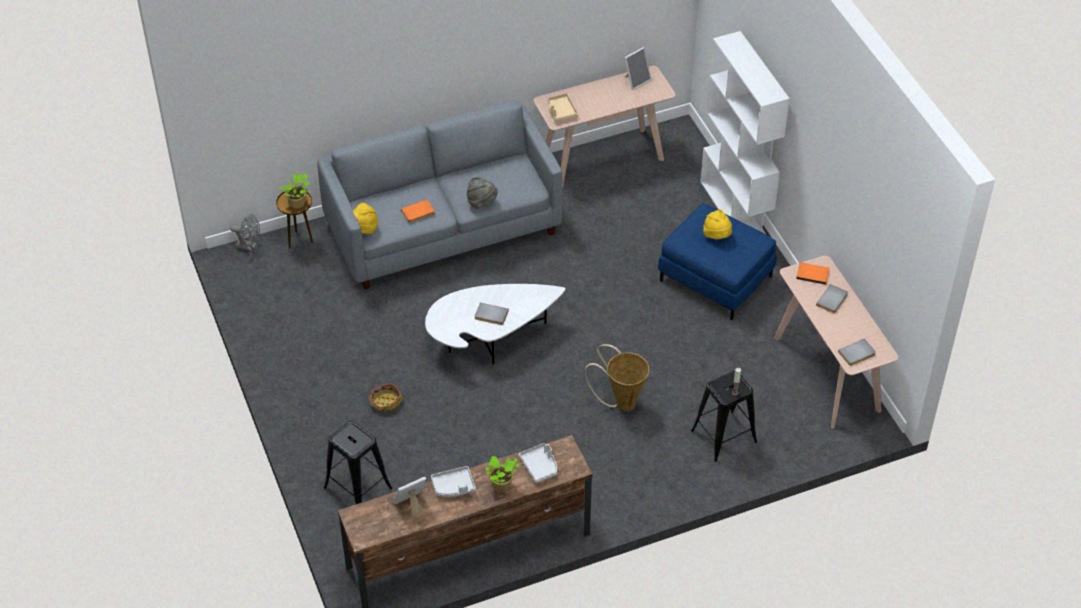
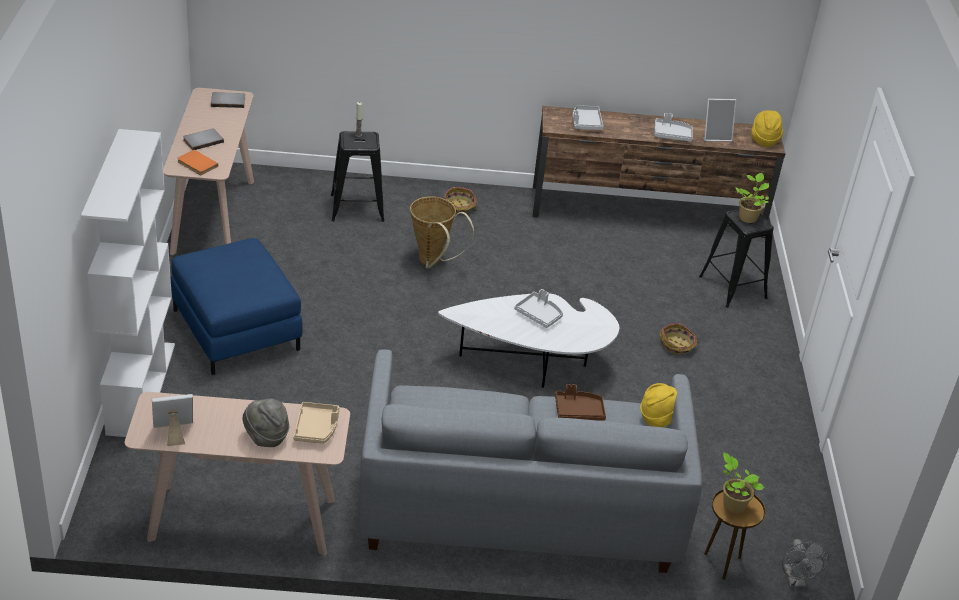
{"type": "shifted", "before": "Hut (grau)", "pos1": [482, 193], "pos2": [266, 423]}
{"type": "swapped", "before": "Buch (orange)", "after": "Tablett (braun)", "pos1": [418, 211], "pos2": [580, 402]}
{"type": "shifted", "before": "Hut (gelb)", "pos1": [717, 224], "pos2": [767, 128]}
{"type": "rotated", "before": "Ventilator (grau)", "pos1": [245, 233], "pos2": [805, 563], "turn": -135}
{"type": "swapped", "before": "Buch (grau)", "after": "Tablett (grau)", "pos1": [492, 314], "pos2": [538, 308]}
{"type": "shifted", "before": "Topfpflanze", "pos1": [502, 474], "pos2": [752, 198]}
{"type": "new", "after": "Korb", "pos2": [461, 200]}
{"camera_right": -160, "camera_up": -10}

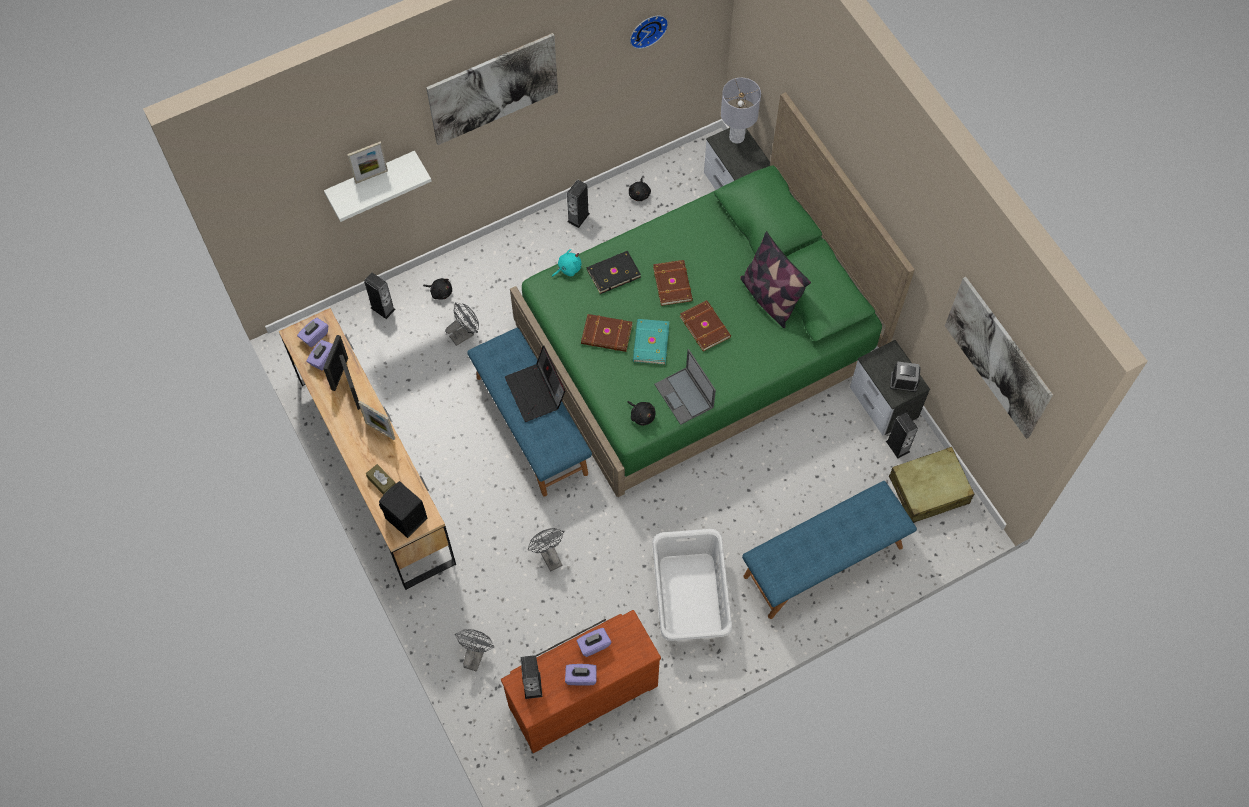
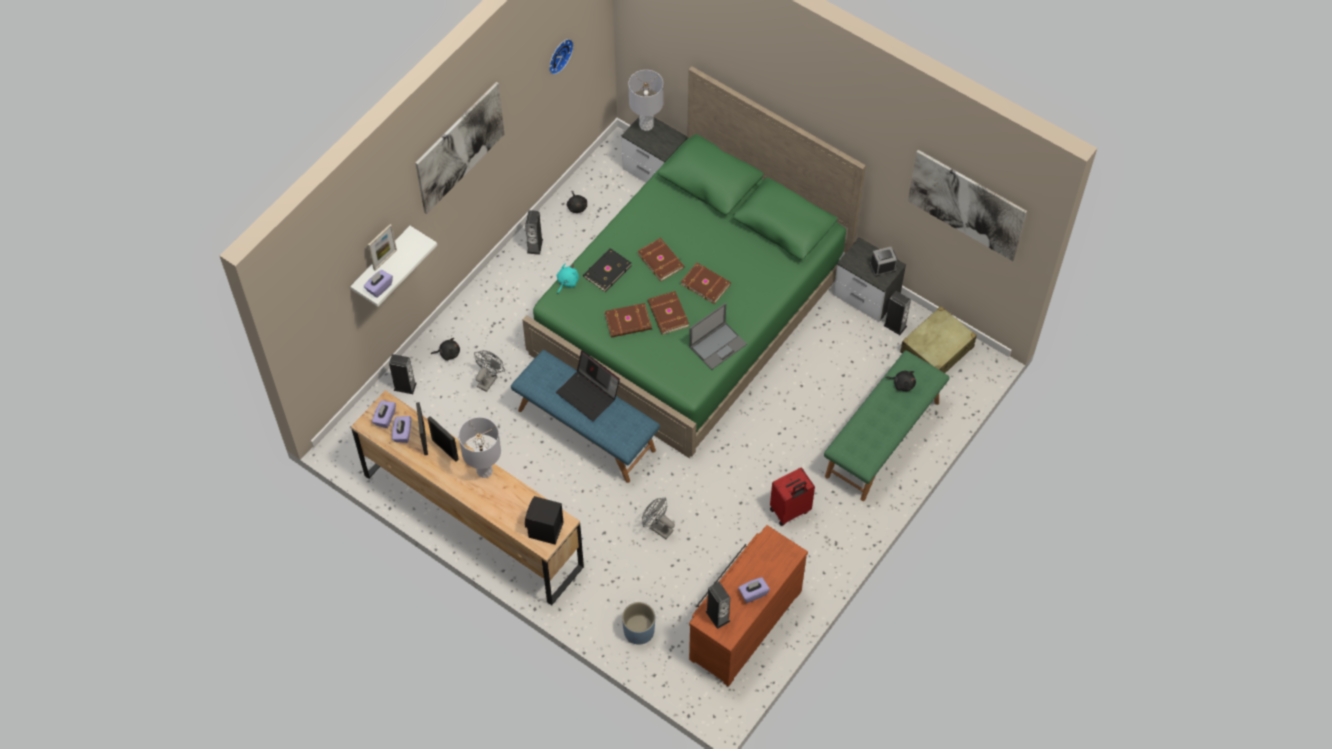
{"type": "gone", "before": "Kissen", "pos1": [775, 279]}
{"type": "repainted", "before": "Buch (türkis)", "after": "Buch (braun)", "pos1": [651, 342], "pos2": [668, 313]}
{"type": "rotated", "before": "Laptop", "pos1": [685, 387], "pos2": [718, 336], "turn": -75}
{"type": "swapped", "before": "Bilderrahmen", "after": "Tischlampe (grau)", "pos1": [376, 420], "pos2": [480, 447]}
{"type": "shifted", "before": "Plüschtier (schwarz)", "pos1": [642, 413], "pos2": [900, 381]}
{"type": "gone", "before": "Taschentuchbox (braun)", "pos1": [381, 479]}
{"type": "repainted", "before": "Bank (blau)", "after": "Bank (grün)", "pos1": [829, 550], "pos2": [887, 425]}
{"type": "swapped", "before": "Wäschekorb (weiß)", "after": "Koffer (rot)", "pos1": [692, 585], "pos2": [792, 497]}
{"type": "shifted", "before": "Taschentuchbox (lila)", "pos1": [594, 642], "pos2": [378, 284]}
{"type": "swapped", "before": "Ventilator (grau)", "after": "Pflanzkübel (blau)", "pos1": [474, 650], "pos2": [638, 623]}
{"camera_right": -25, "camera_up": -5}

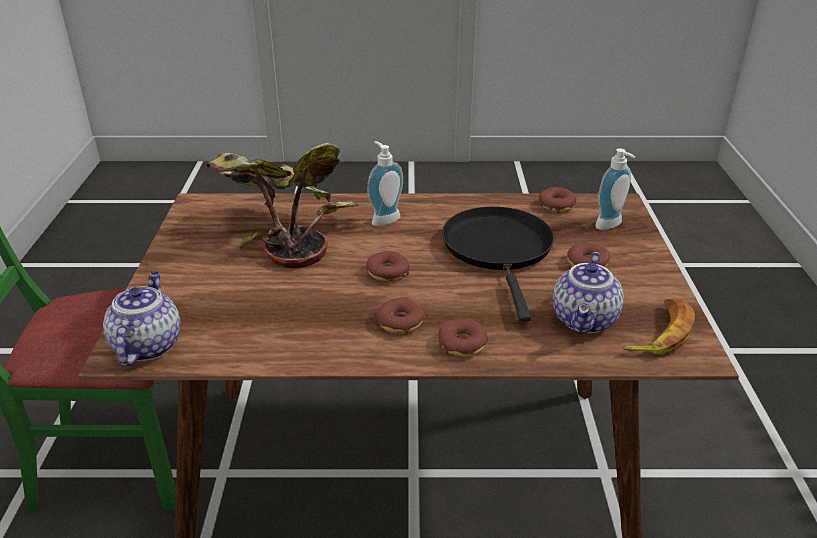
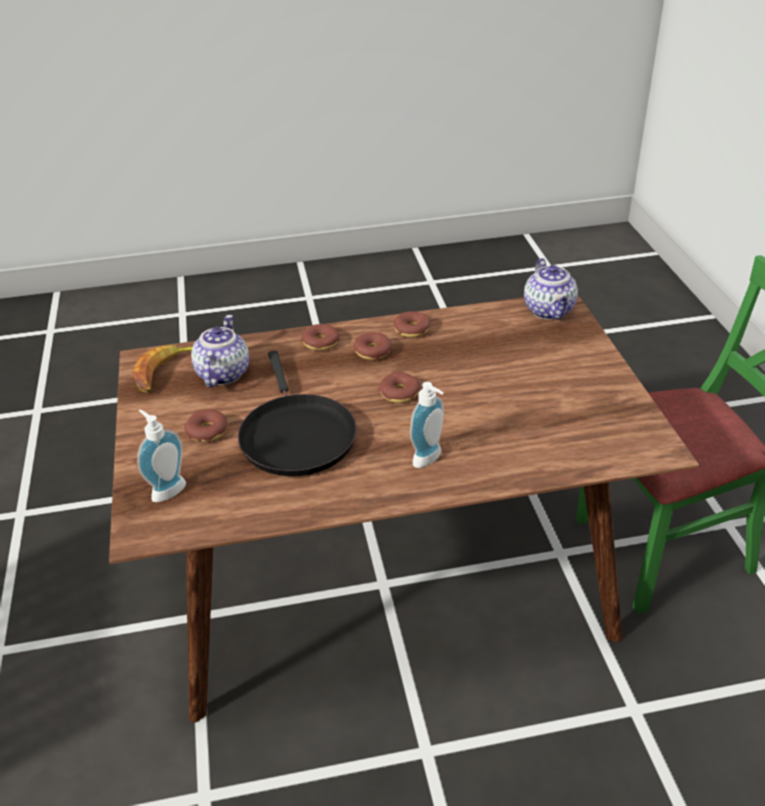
{"type": "gone", "before": "Topfpflanze", "pos1": [281, 205]}
{"type": "shifted", "before": "Donut", "pos1": [557, 200], "pos2": [412, 324]}
{"camera_right": 170, "camera_up": 5}

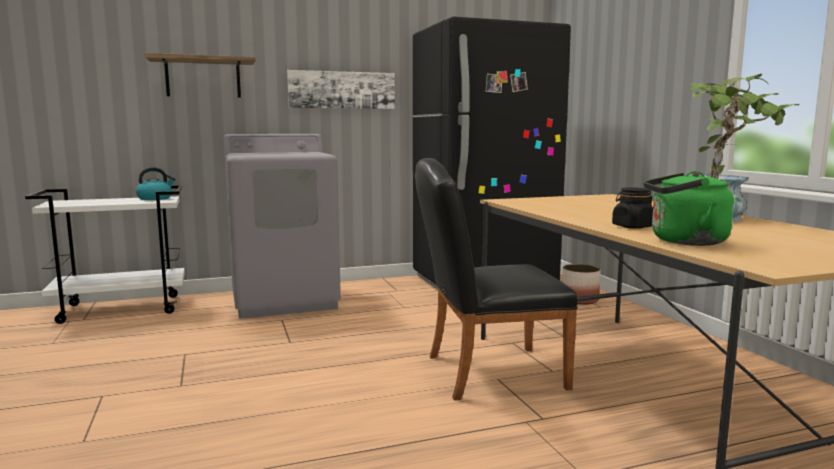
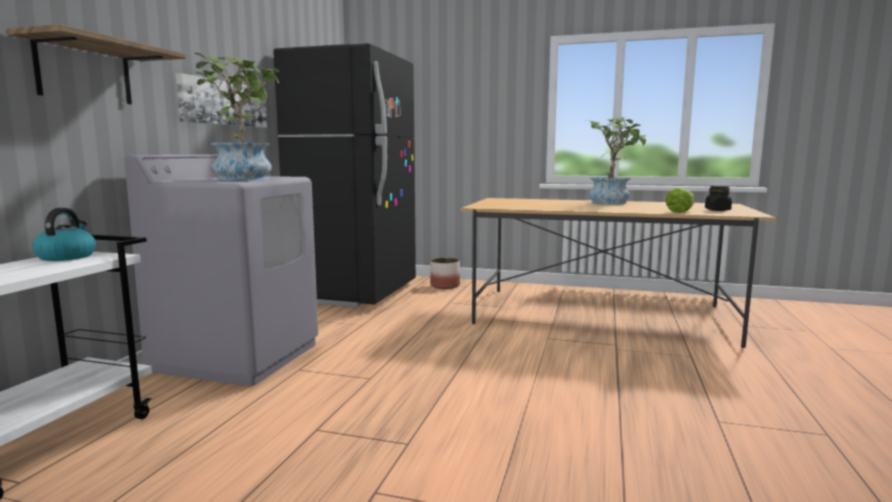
{"type": "gone", "before": "Stuhl (schwarz)", "pos1": [496, 279]}
{"type": "swapped", "before": "Wasserkessel (grün)", "after": "Salatkopf", "pos1": [689, 208], "pos2": [679, 200]}
{"type": "shifted", "before": "Vorratsglas (schwarz)", "pos1": [632, 208], "pos2": [718, 198]}
{"type": "new", "after": "Topfpflanze", "pos2": [236, 117]}
{"camera_right": -55, "camera_up": 0}

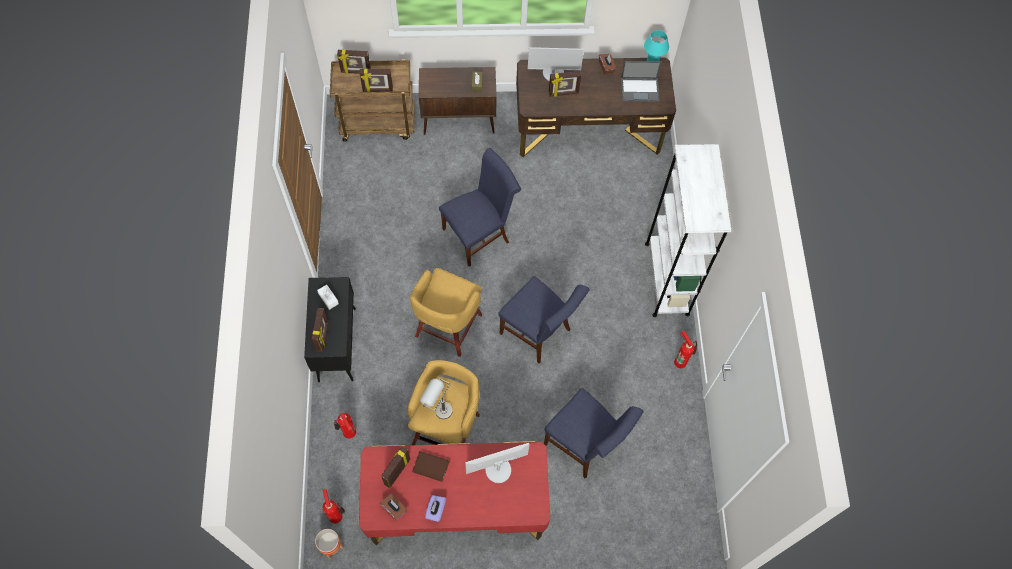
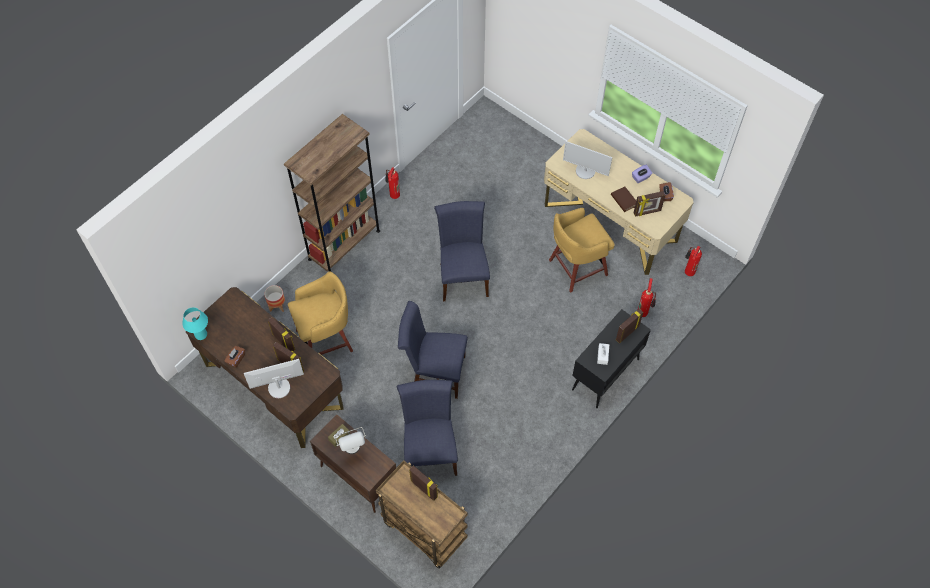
{"type": "rotated", "before": "Monitor", "pos1": [556, 64], "pos2": [274, 378], "turn": -60}
{"type": "shifted", "before": "Bilderrahmen", "pos1": [354, 62], "pos2": [281, 334]}
{"type": "gone", "before": "Laptop", "pos1": [641, 81]}
{"type": "repainted", "before": "Bücherregal (weiß)", "after": "Bücherregal (braun)", "pos1": [688, 230], "pos2": [332, 193]}
{"type": "shifted", "before": "Hocker (gelb)", "pos1": [446, 312], "pos2": [320, 313]}
{"type": "shifted", "before": "Tischlampe (grau)", "pos1": [436, 398], "pos2": [350, 440]}
{"type": "shifted", "before": "Stuhl (blau)", "pos1": [594, 433], "pos2": [427, 428]}
{"type": "repainted", "before": "Schreibtisch (rot)", "after": "Schreibtisch (beige)", "pos1": [454, 493], "pos2": [618, 202]}
{"type": "shifted", "before": "Pflanzkübel", "pos1": [329, 544], "pos2": [274, 298]}
{"camera_right": -135, "camera_up": -5}

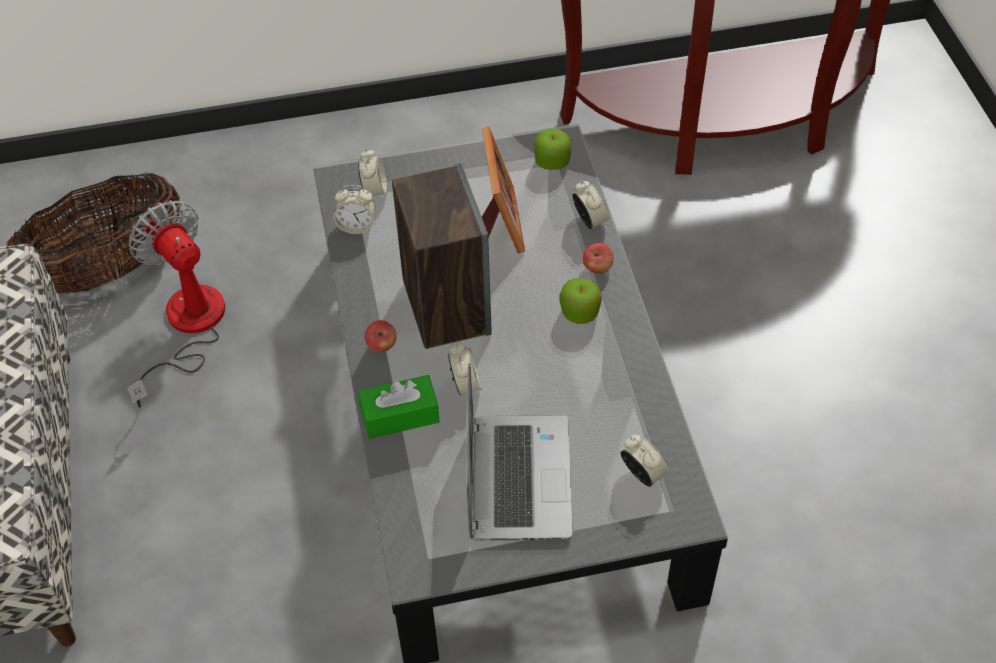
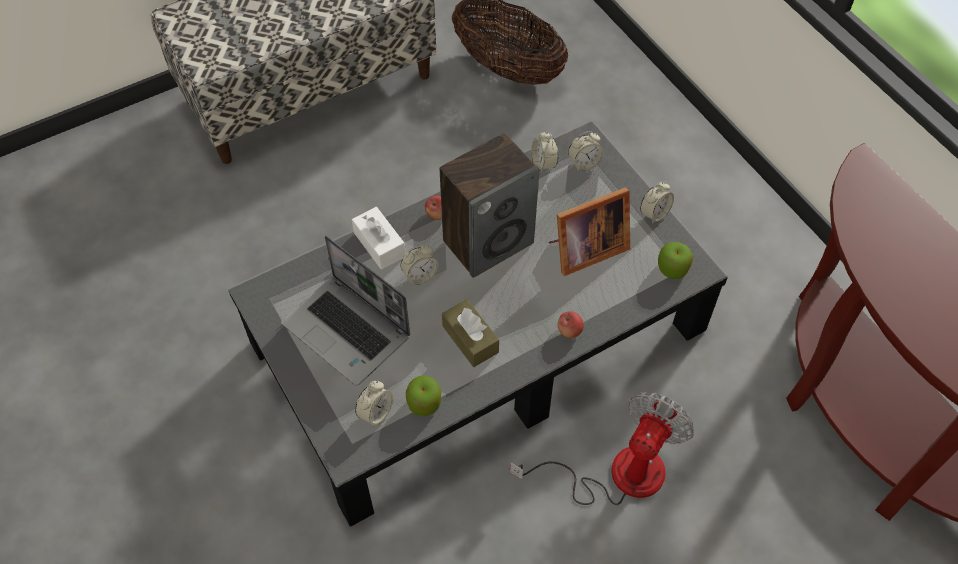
{"type": "shifted", "before": "Wecker", "pos1": [591, 205], "pos2": [657, 202]}
{"type": "shifted", "before": "Ventilator", "pos1": [176, 304], "pos2": [602, 448]}
{"type": "shifted", "before": "Apfel", "pos1": [580, 301], "pos2": [423, 396]}
{"type": "rotated", "before": "Laptop", "pos1": [519, 452], "pos2": [345, 310], "turn": 60}
{"type": "repainted", "before": "Taschentuchbox (grün)", "after": "Taschentuchbox (weiß)", "pos1": [398, 407], "pos2": [378, 238]}
{"type": "new", "after": "Taschentuchbox (braun)", "pos2": [470, 333]}
{"camera_right": 70, "camera_up": 5}

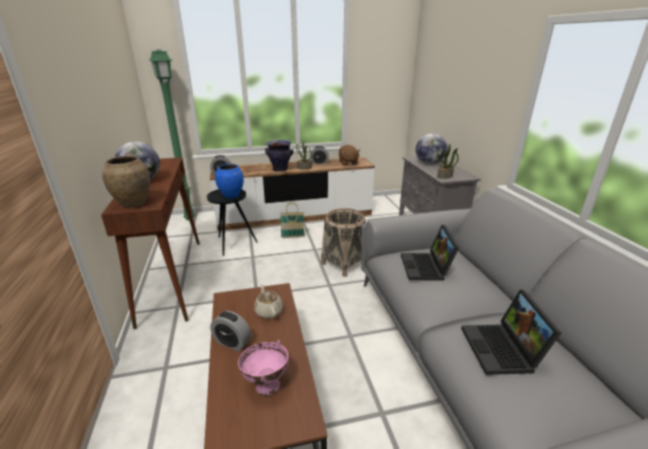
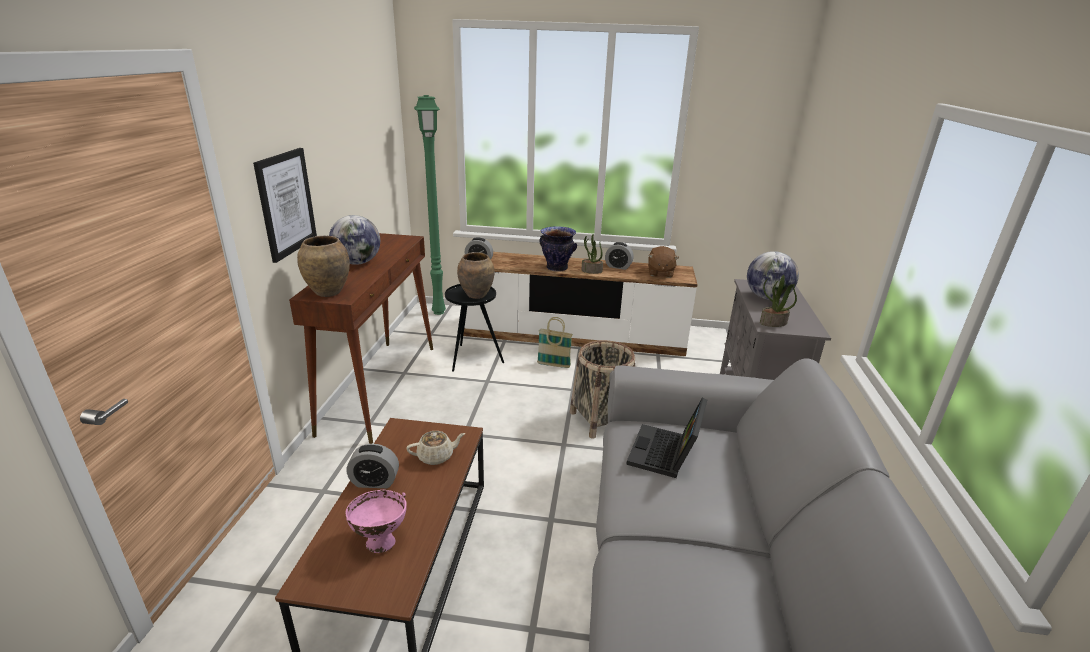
{"type": "repainted", "before": "Vase (blau)", "after": "Vase (braun)", "pos1": [229, 181], "pos2": [475, 275]}
{"type": "rotated", "before": "Teekanne (beige)", "pos1": [268, 301], "pos2": [435, 448], "turn": 75}
{"type": "gone", "before": "Laptop", "pos1": [511, 332]}
{"type": "rotated", "before": "Wecker", "pos1": [230, 331], "pos2": [373, 466], "turn": -45}
{"type": "new", "after": "Bild", "pos2": [285, 205]}
{"camera_right": 20, "camera_up": 0}

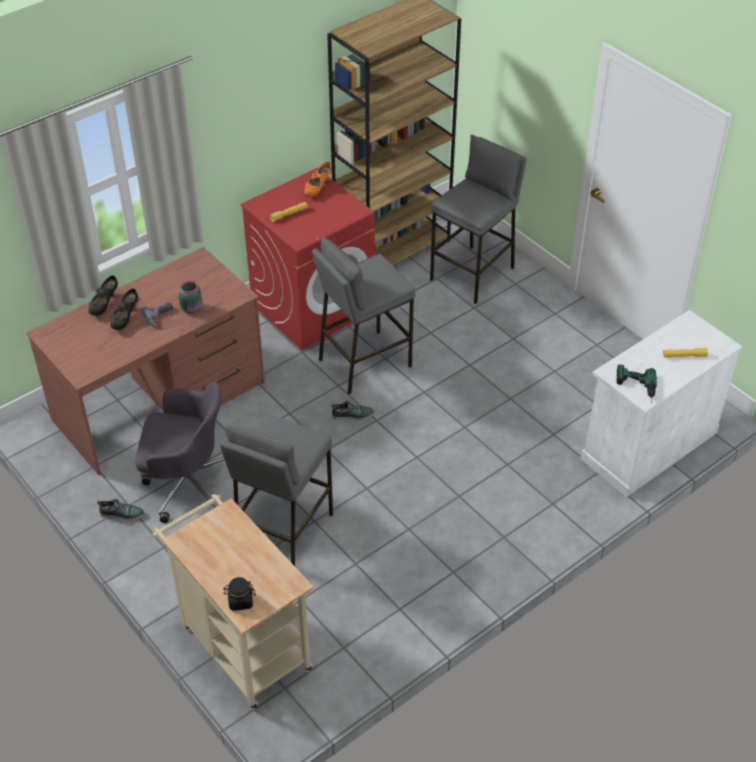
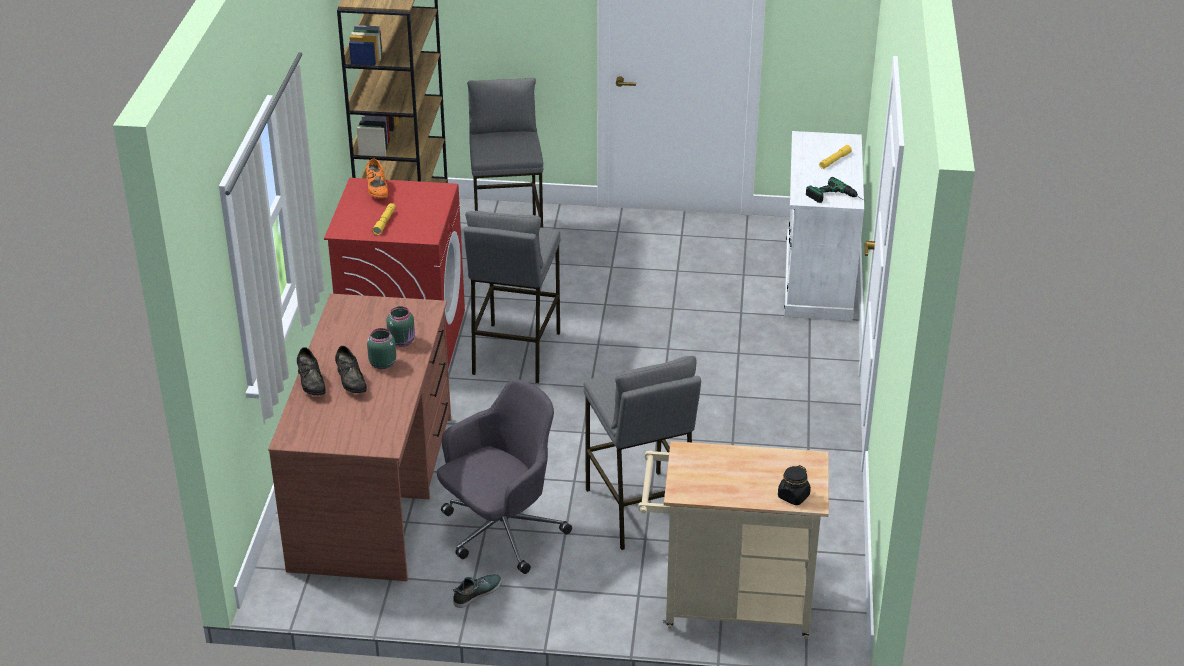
{"type": "swapped", "before": "Bohrmaschine", "after": "Vorratsglas (grün)", "pos1": [157, 314], "pos2": [381, 348]}
{"type": "gone", "before": "Schuh", "pos1": [352, 410]}
{"camera_right": -45, "camera_up": -10}

